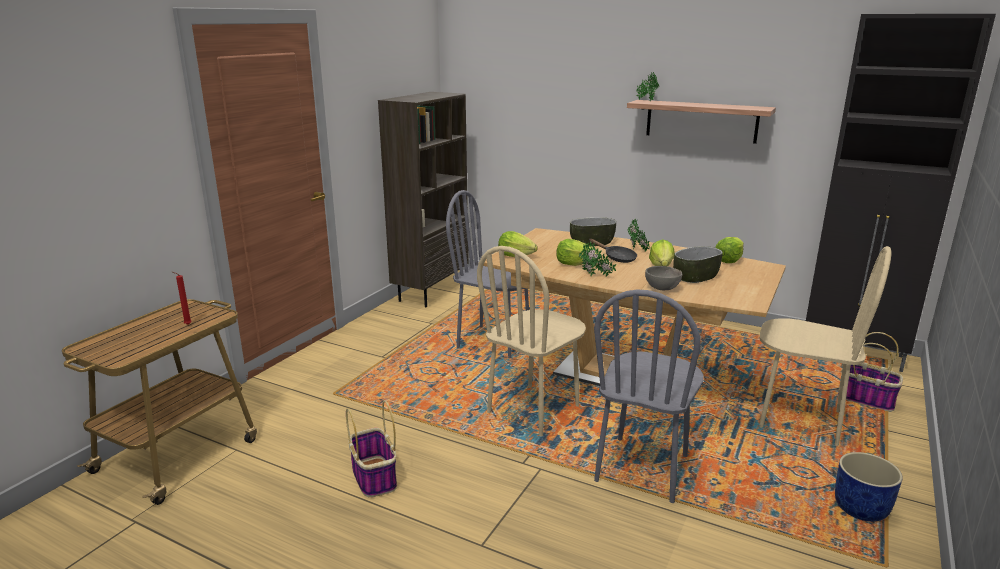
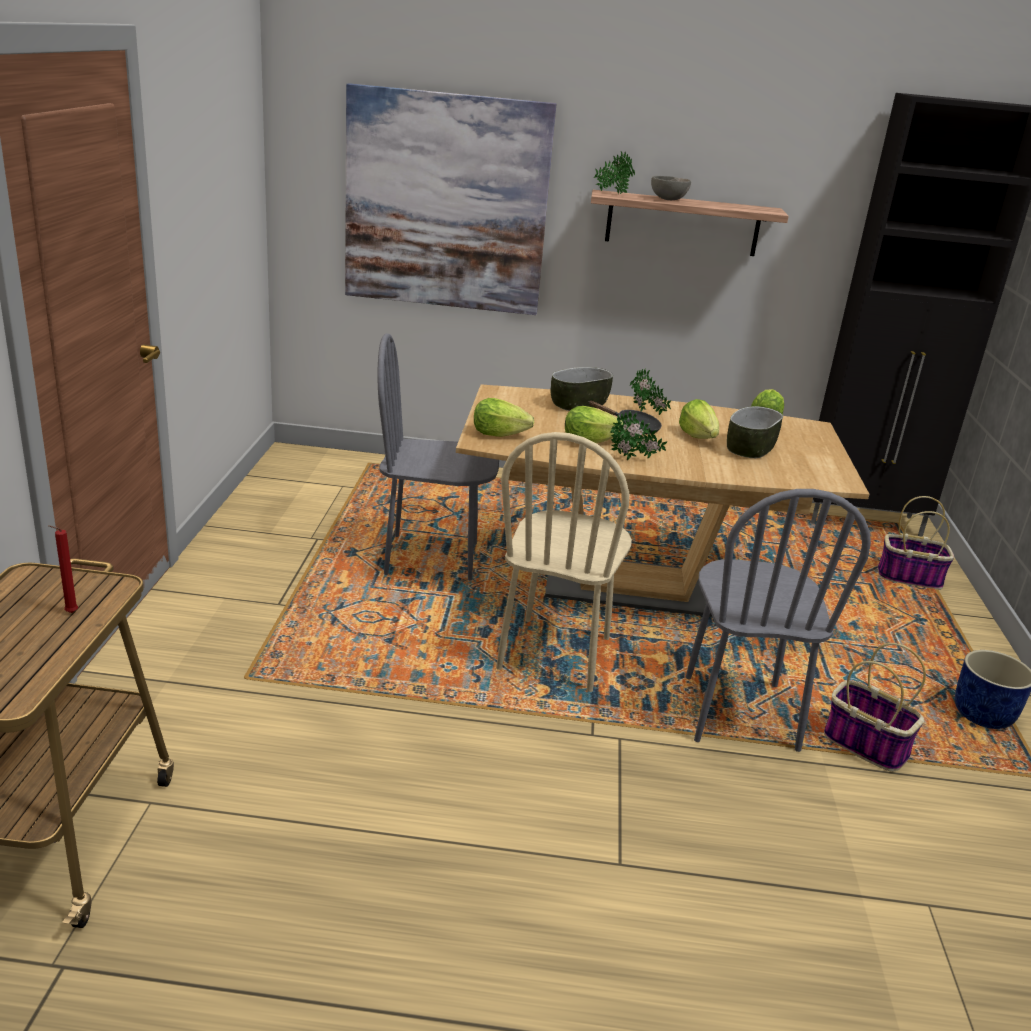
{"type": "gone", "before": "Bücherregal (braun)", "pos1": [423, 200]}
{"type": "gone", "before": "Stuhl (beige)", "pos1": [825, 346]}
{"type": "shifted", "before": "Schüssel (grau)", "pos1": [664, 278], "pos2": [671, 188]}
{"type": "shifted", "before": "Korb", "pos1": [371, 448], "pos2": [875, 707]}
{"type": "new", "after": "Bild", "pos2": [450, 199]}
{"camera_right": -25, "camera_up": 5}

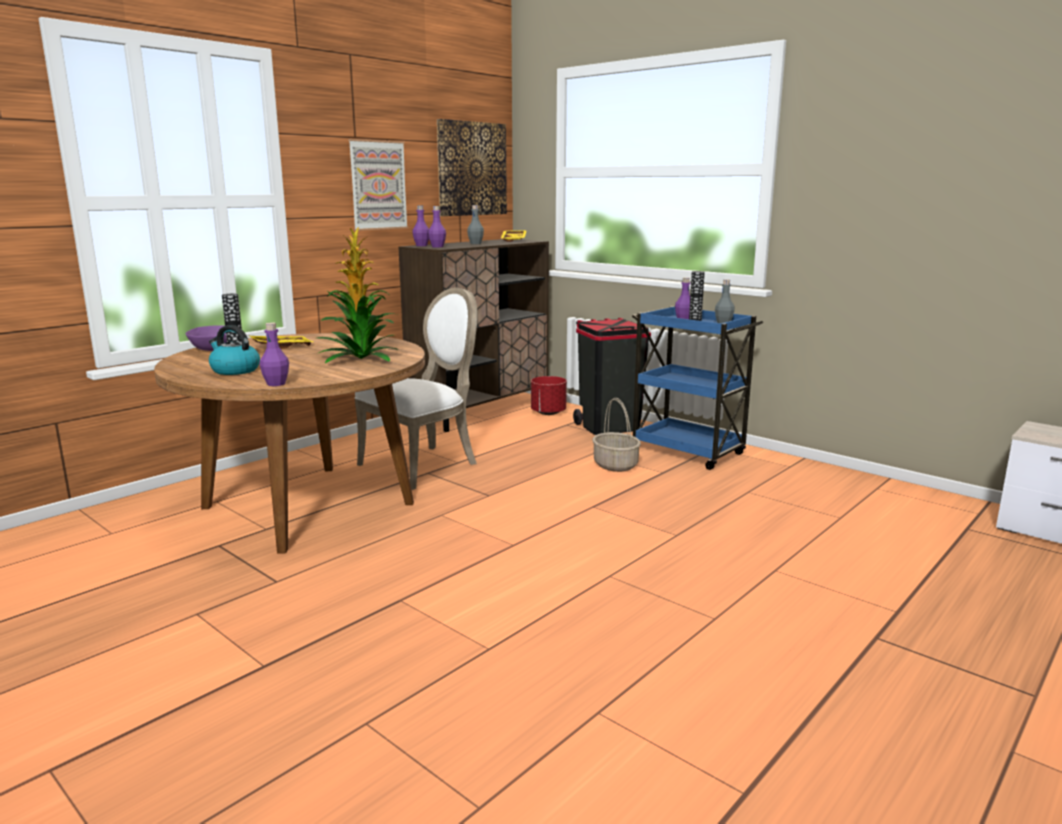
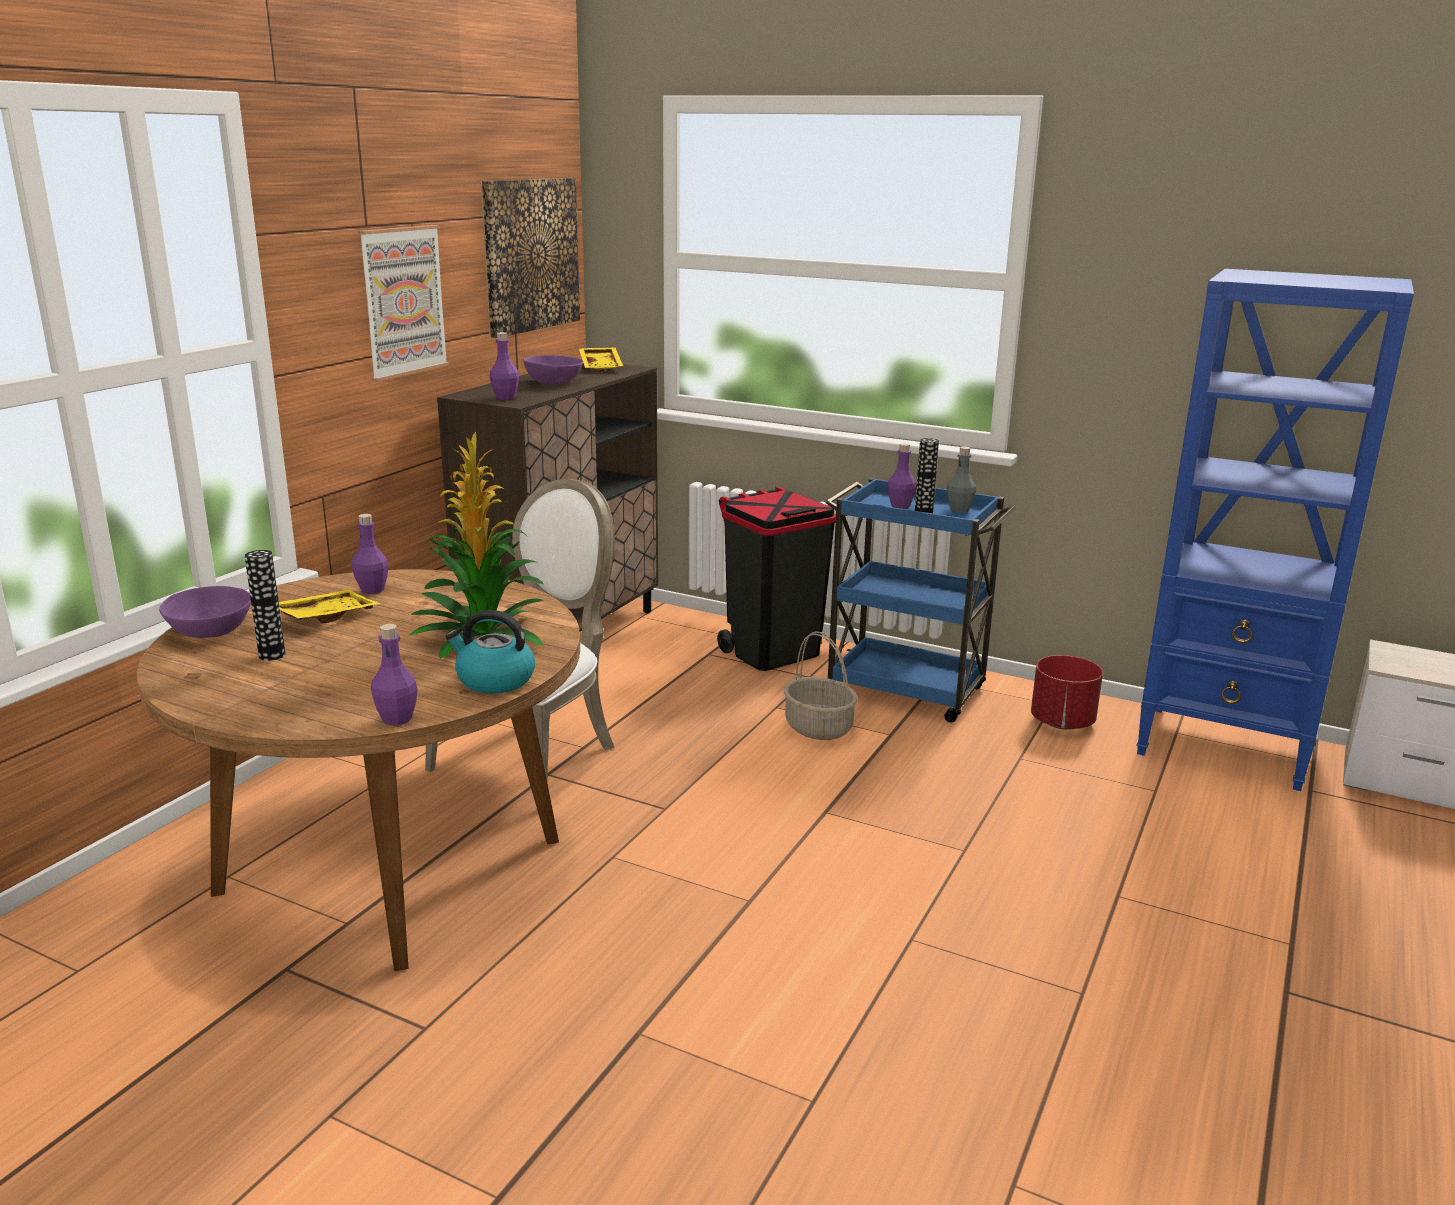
{"type": "swapped", "before": "Flasche (grau)", "after": "Schüssel (lila)", "pos1": [475, 224], "pos2": [553, 369]}
{"type": "shifted", "before": "Flasche (lila)", "pos1": [420, 226], "pos2": [369, 554]}
{"type": "shifted", "before": "Wasserkessel", "pos1": [234, 350], "pos2": [490, 652]}
{"type": "shifted", "before": "Pflanzkübel (rot)", "pos1": [549, 395], "pos2": [1067, 692]}
{"type": "new", "after": "Bücherregal (blau)", "pos2": [1275, 530]}
{"camera_right": -15, "camera_up": 5}

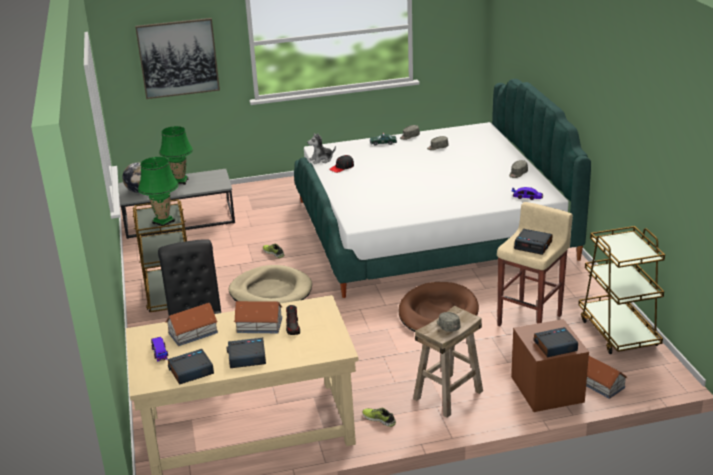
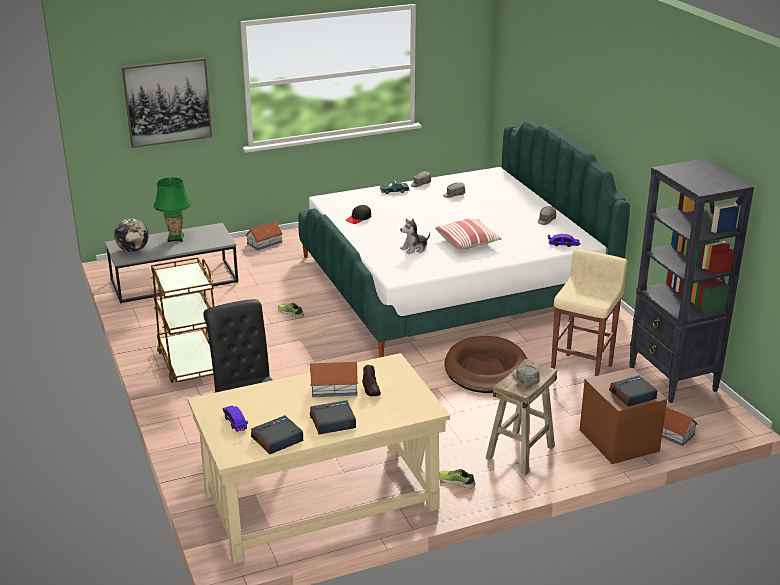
{"type": "shifted", "before": "Plüschtier", "pos1": [321, 148], "pos2": [415, 236]}
{"type": "gone", "before": "Tischlampe (grün)", "pos1": [158, 192]}
{"type": "swapped", "before": "Rollwagen (braun)", "after": "Bücherregal (schwarz)", "pos1": [621, 290], "pos2": [691, 281]}
{"type": "gone", "before": "Wecker", "pos1": [533, 242]}
{"type": "gone", "before": "Hundebett (beige)", "pos1": [270, 284]}
{"type": "shifted", "before": "Spielzeughaus", "pos1": [191, 324], "pos2": [264, 235]}
{"type": "new", "after": "Kissen", "pos2": [468, 234]}
{"camera_right": -10, "camera_up": 0}

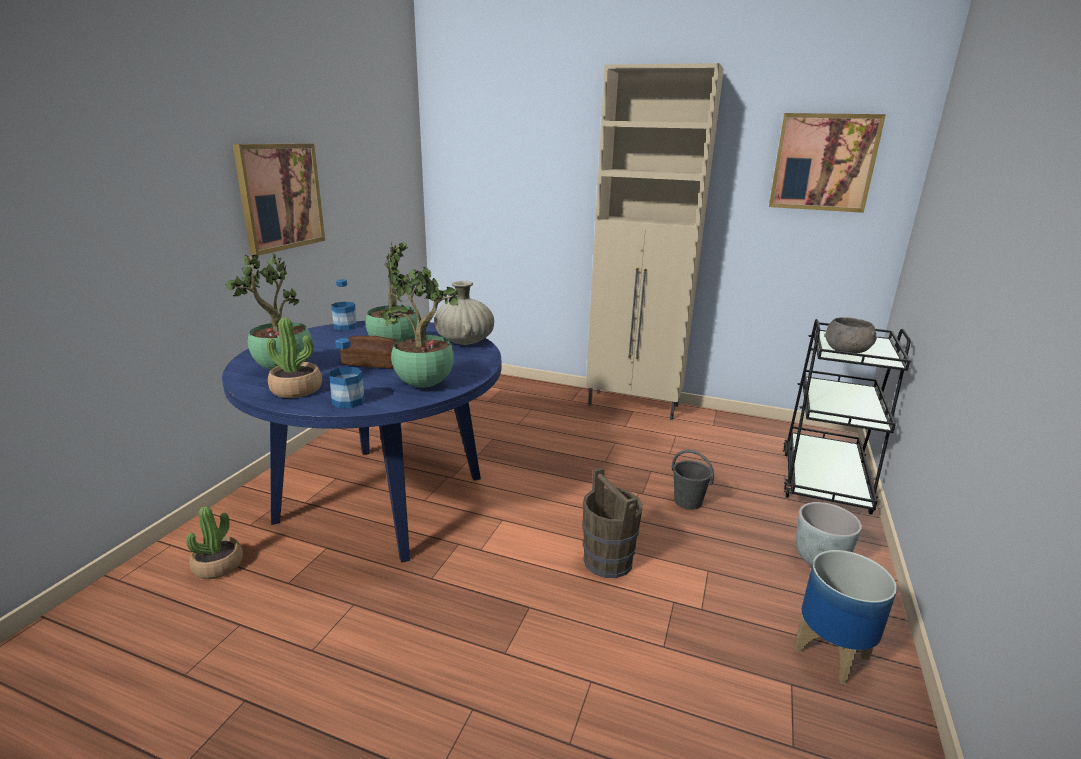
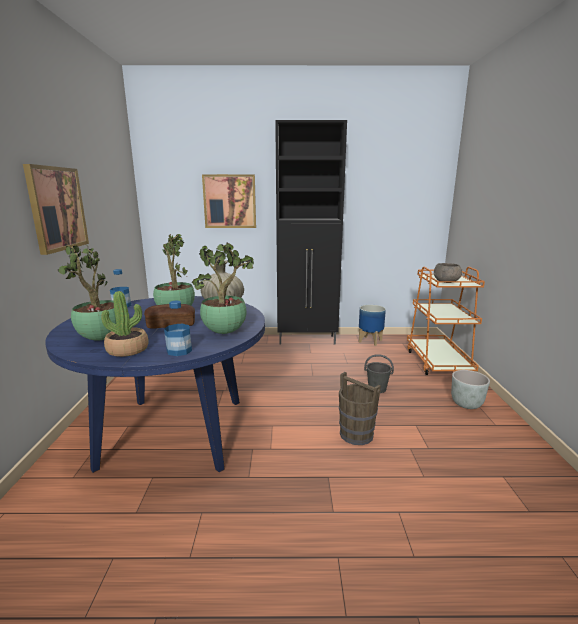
{"type": "repainted", "before": "Schrank (beige)", "after": "Schrank (schwarz)", "pos1": [655, 241], "pos2": [311, 232]}
{"type": "shifted", "before": "Bild", "pos1": [827, 163], "pos2": [229, 201]}
{"type": "repainted", "before": "Rollwagen (schwarz)", "after": "Rollwagen (orange)", "pos1": [846, 417], "pos2": [446, 321]}
{"type": "gone", "before": "Topfpflanze", "pos1": [214, 542]}
{"type": "shifted", "before": "Pflanzkübel", "pos1": [845, 617], "pos2": [372, 325]}
{"camera_right": -20, "camera_up": -5}

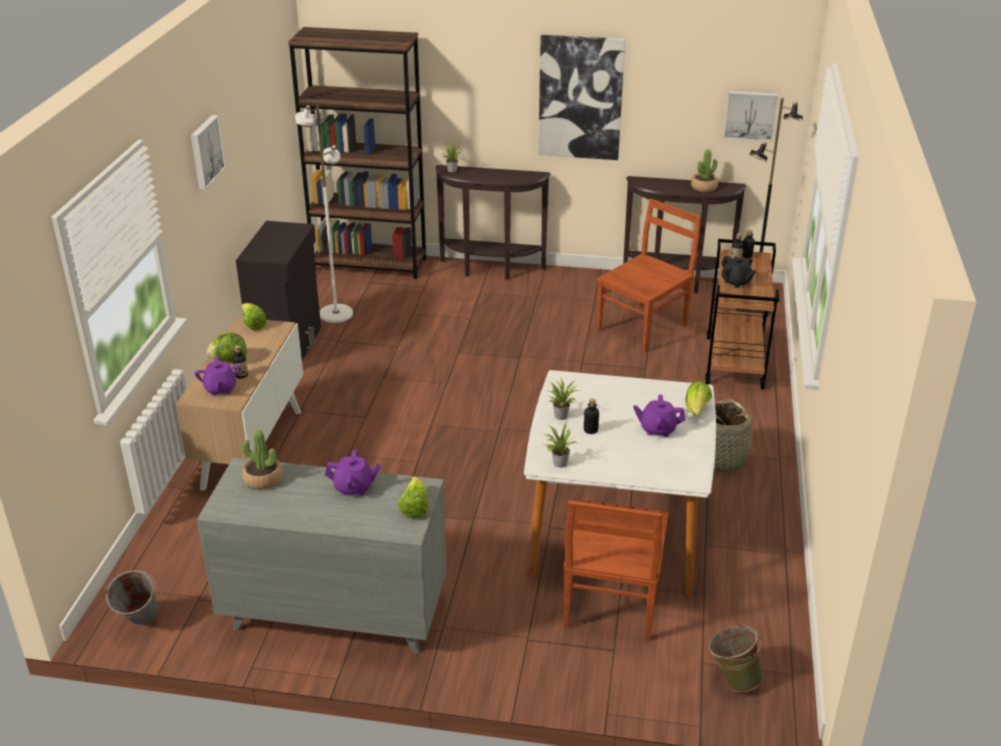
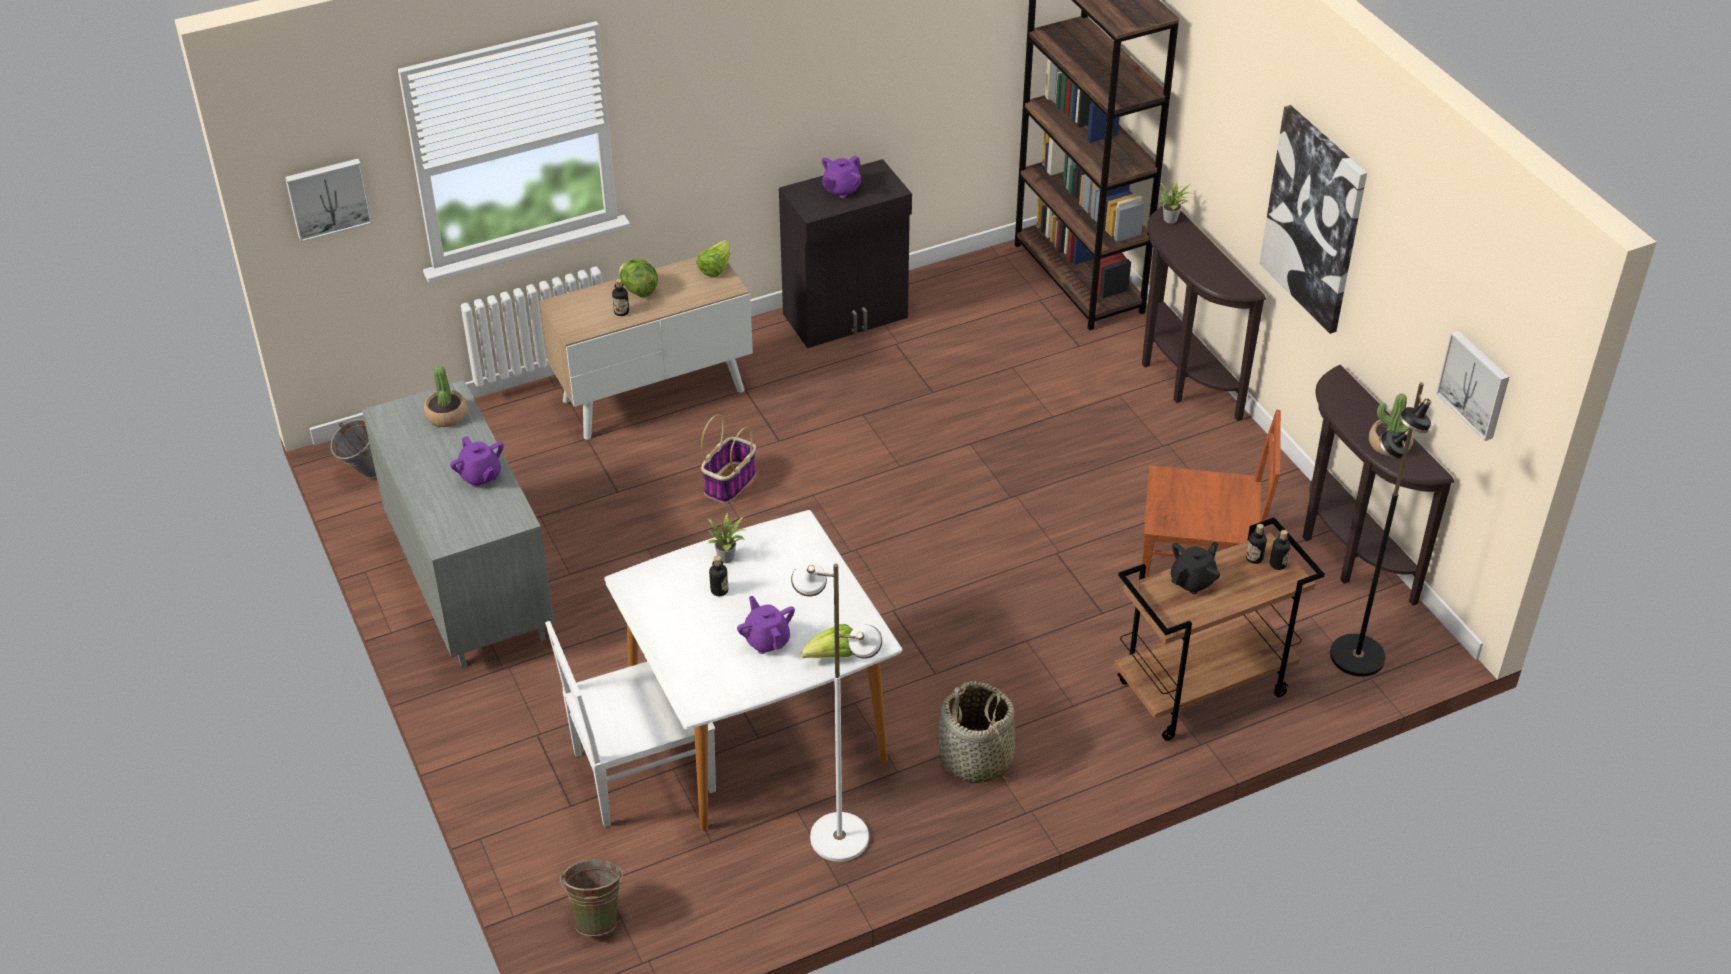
{"type": "shifted", "before": "Stehlampe (weiß)", "pos1": [323, 212], "pos2": [836, 712]}
{"type": "shifted", "before": "Bild", "pos1": [208, 152], "pos2": [329, 200]}
{"type": "rotated", "before": "Teekanne (schwarz)", "pos1": [738, 272], "pos2": [1195, 568], "turn": -150}
{"type": "shifted", "before": "Teekanne (lila)", "pos1": [217, 376], "pos2": [841, 176]}
{"type": "gone", "before": "Topfpflanze", "pos1": [560, 444]}
{"type": "gone", "before": "Salatkopf", "pos1": [413, 497]}
{"type": "repainted", "before": "Stuhl (braun)", "after": "Stuhl (weiß)", "pos1": [616, 570], "pos2": [630, 724]}
{"type": "new", "after": "Korb", "pos2": [728, 459]}
{"camera_right": 55, "camera_up": 10}

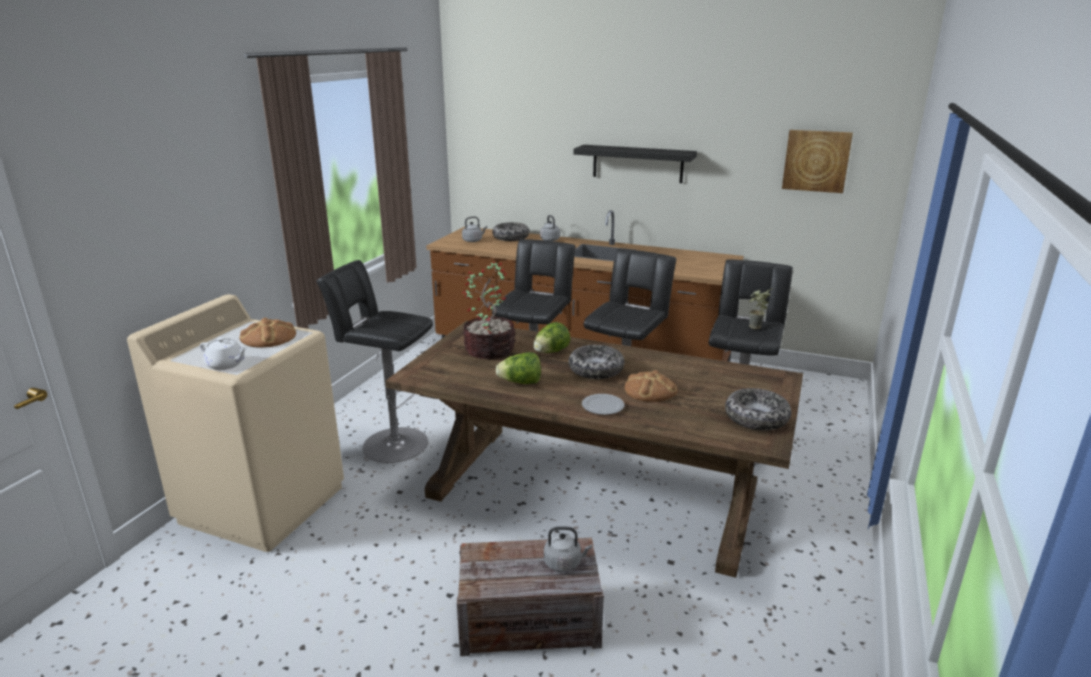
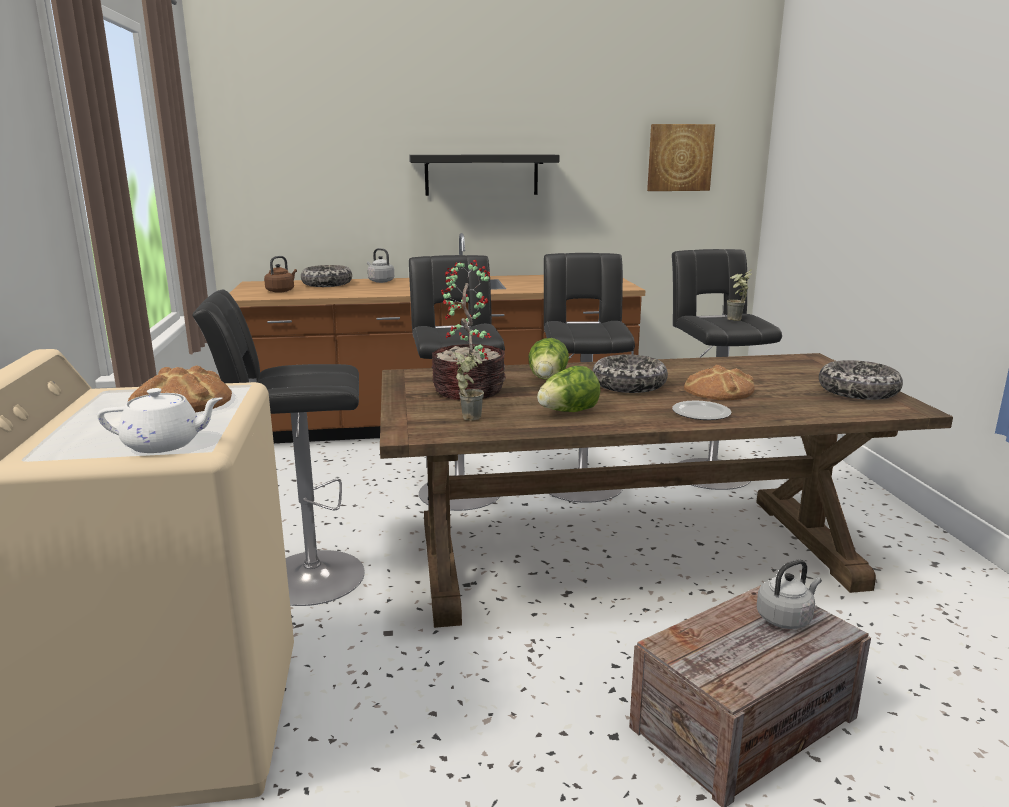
{"type": "repainted", "before": "Wasserkessel (grau)", "after": "Wasserkessel (braun)", "pos1": [474, 229], "pos2": [280, 274]}
{"type": "new", "after": "Topfpflanze", "pos2": [468, 386]}
{"camera_right": -30, "camera_up": -5}

